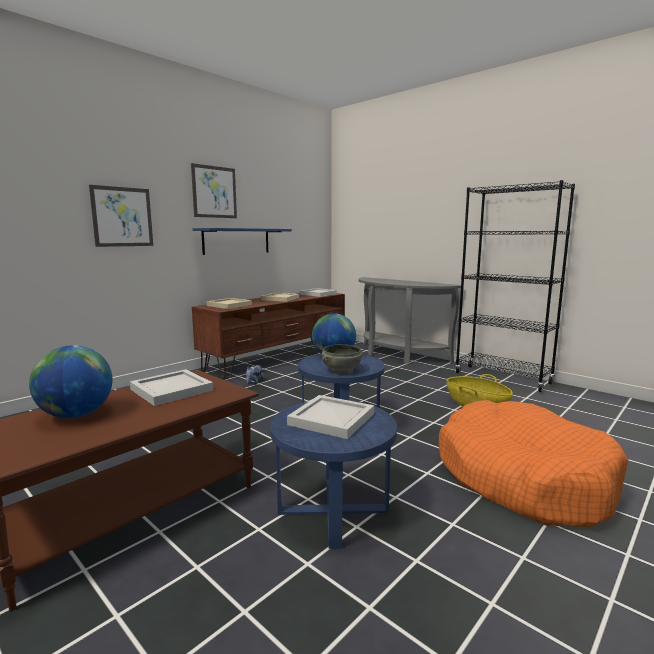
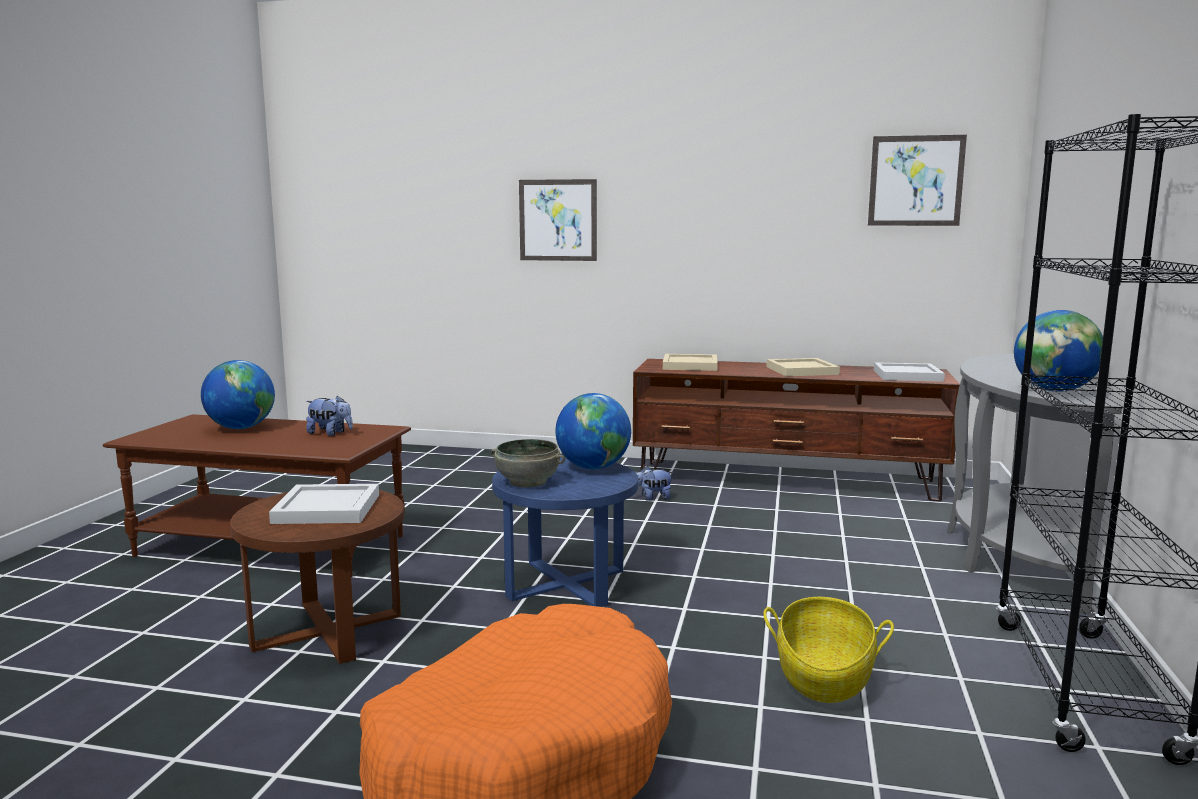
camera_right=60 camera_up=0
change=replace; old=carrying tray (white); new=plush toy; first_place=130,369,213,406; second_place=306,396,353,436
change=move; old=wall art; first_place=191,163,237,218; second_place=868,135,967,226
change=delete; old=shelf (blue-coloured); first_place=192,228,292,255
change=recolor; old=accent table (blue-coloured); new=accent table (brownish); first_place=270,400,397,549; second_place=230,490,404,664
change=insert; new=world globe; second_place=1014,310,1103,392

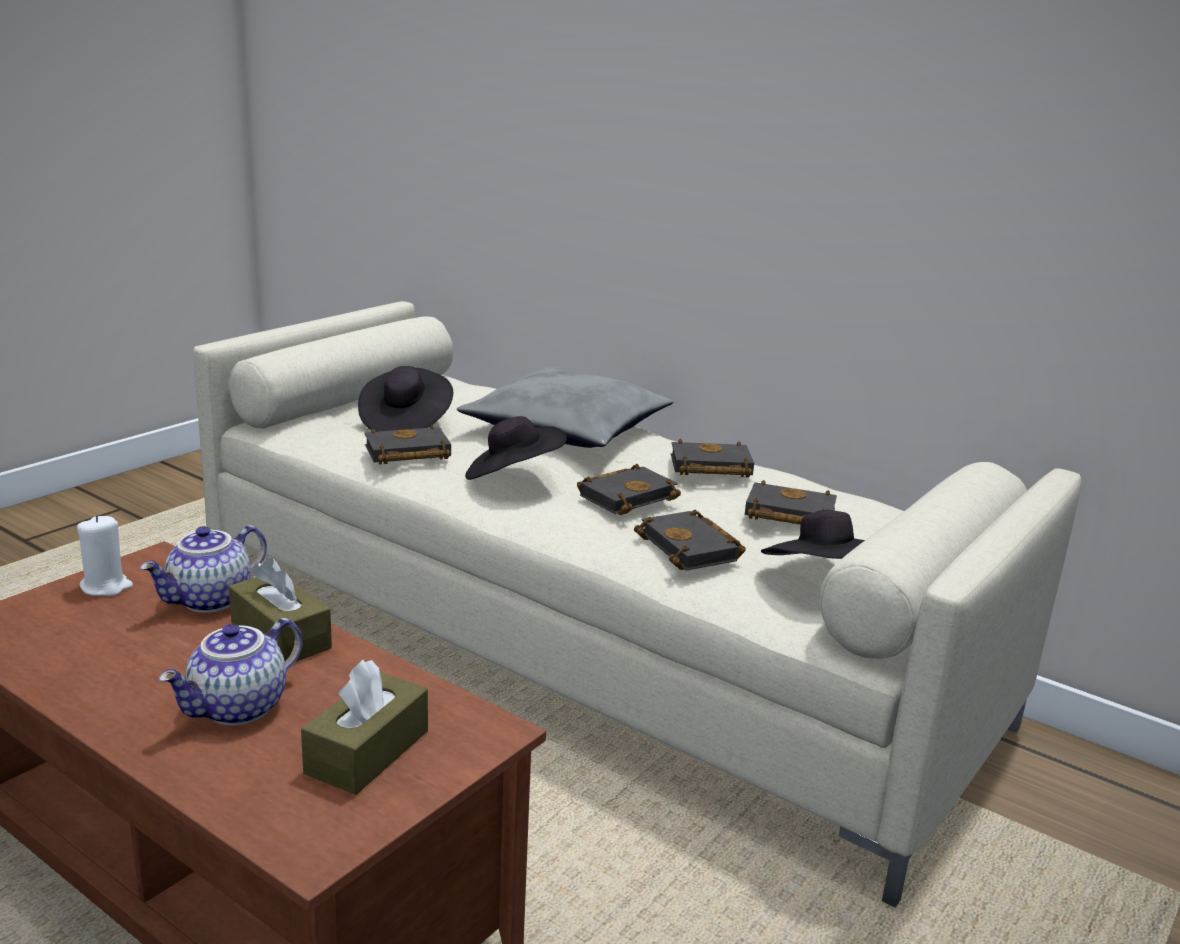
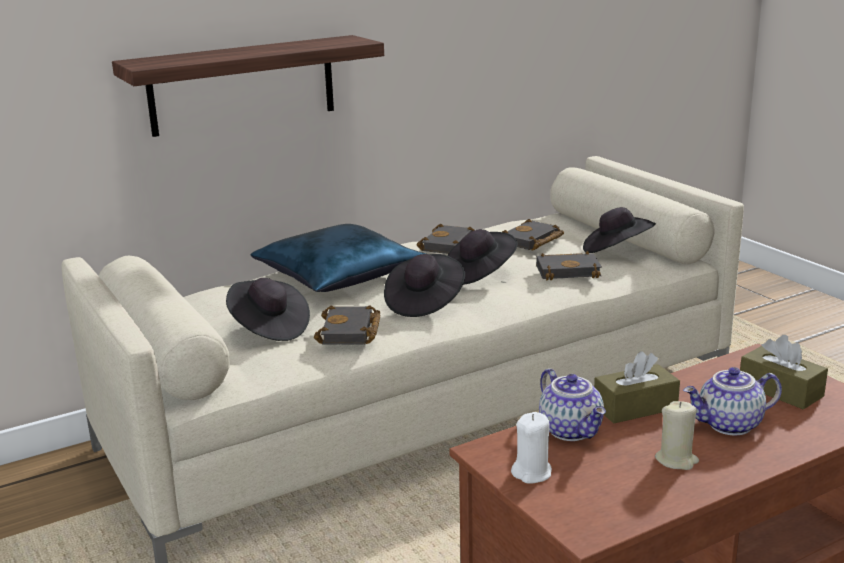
camera_right=-65 camera_up=0
change=rotate; old=teapot; first_place=159,618,303,726; second_place=683,367,782,435; degrees=105
change=recolor; old=pillow (gray); new=pillow (blue-coloured); first_place=457,367,673,448; second_place=251,224,426,292
change=replace; old=book (black); new=clothing hat (black); first_place=577,464,681,515; second_place=447,229,518,285
change=insert; new=shelf; second_place=112,35,384,137
change=insert; new=wax light (beige-coloured); second_place=655,401,699,470

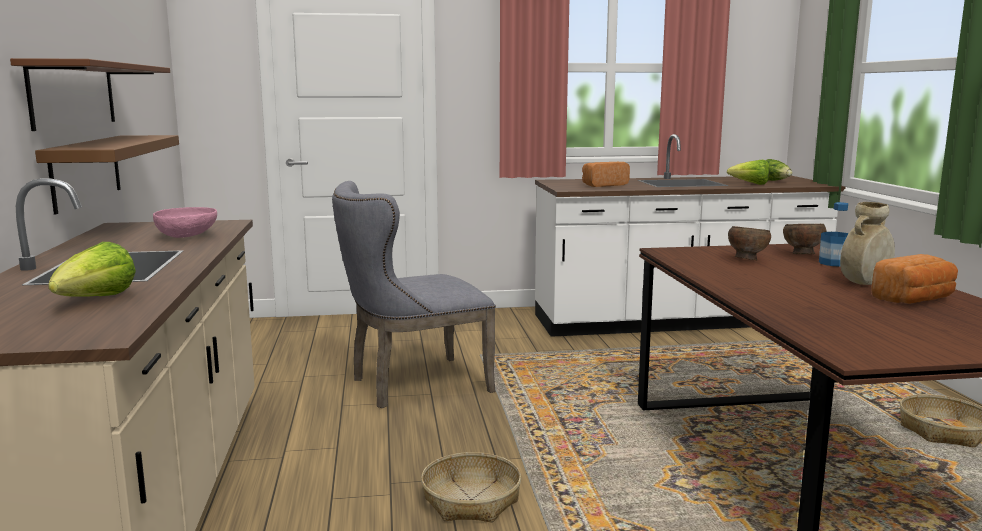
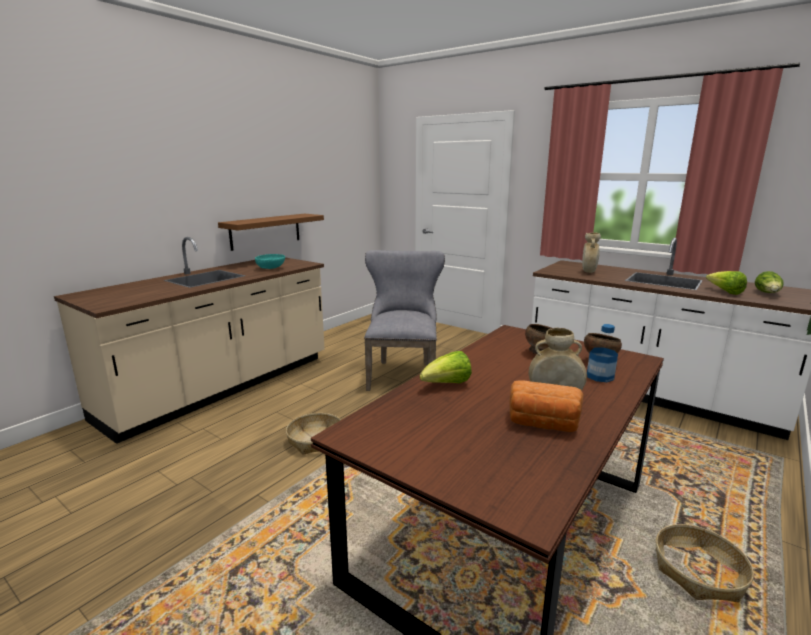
camera_right=45 camera_up=5
change=delete; old=shelf (brownish); first_place=10,58,170,131
change=move; old=lettuce; first_place=48,242,136,297; second_place=420,351,472,383
change=recolor; old=serving bowl (pink); new=serving bowl (blue-green); first_place=153,207,217,238; second_place=255,254,285,269
change=rotate; old=chair (gray); first_place=332,181,496,408; second_place=364,250,445,391; degrees=75
change=replace; old=bakery bread; new=decorative vase (beige-coloured); first_place=582,162,630,187; second_place=582,232,601,273

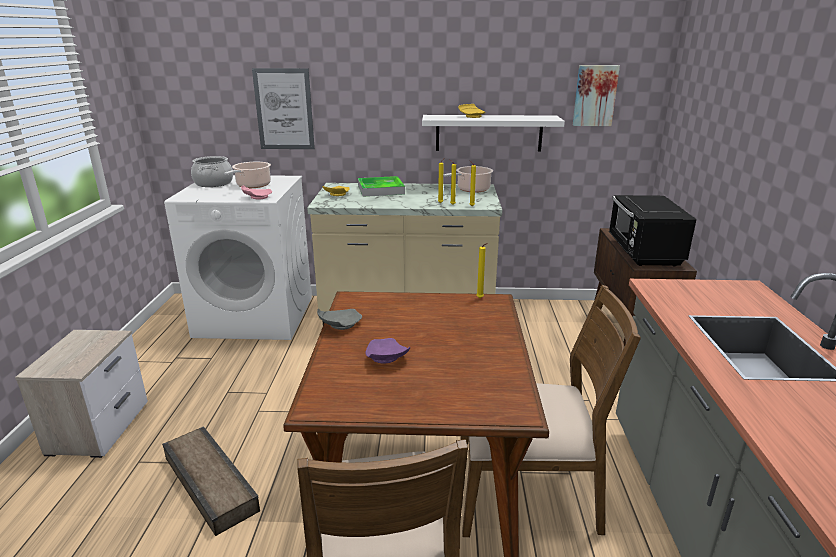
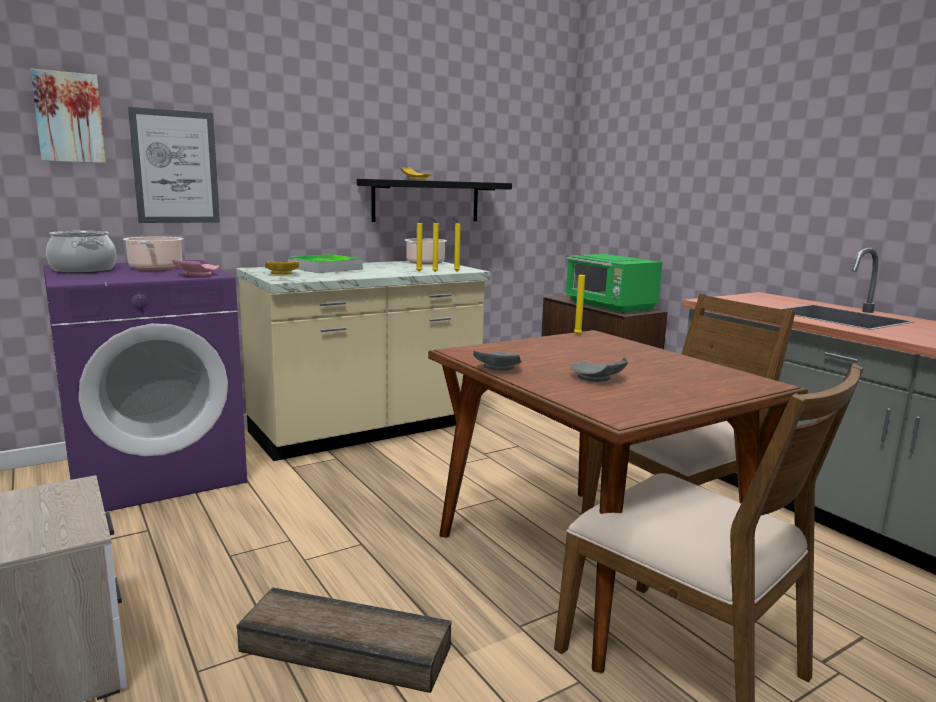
camera_right=-35 camera_up=-10
change=recolor; old=laundry machine (white); new=laundry machine (purple-coloured); first_place=164,175,312,340; second_place=43,260,247,512
change=recolor; old=dinner plate (purple-coloured); new=dinner plate (gray); first_place=365,338,410,363; second_place=569,357,628,382
change=recolor; old=shelf (white); new=shelf (black); first_place=422,115,565,152; second_place=357,179,512,222
change=move; old=wall art; first_place=573,65,620,126; second_place=30,69,106,163
change=recolor; old=kitchen microwave (black); new=kitchen microwave (green-coloured); first_place=609,195,696,267; second_place=566,254,662,314

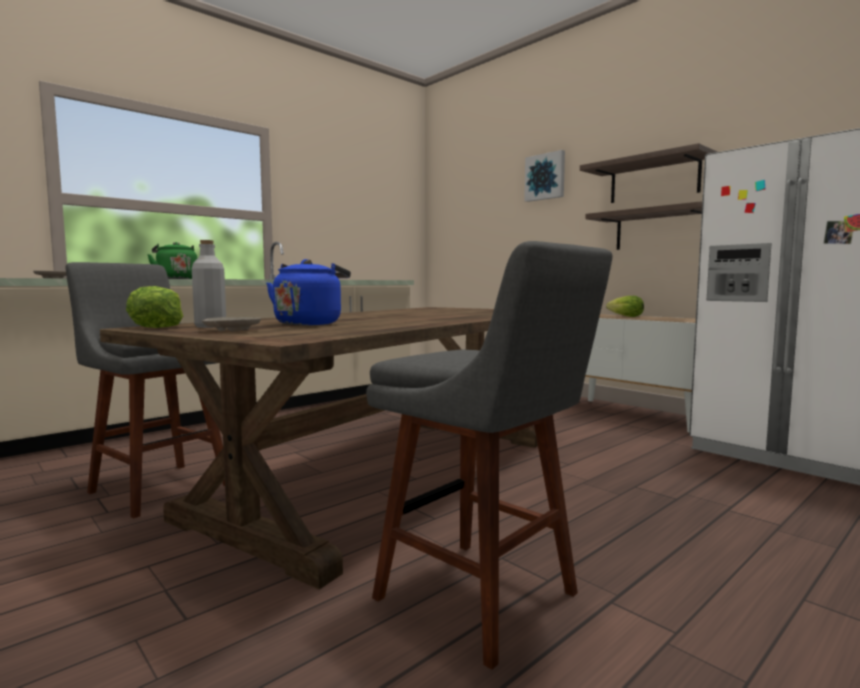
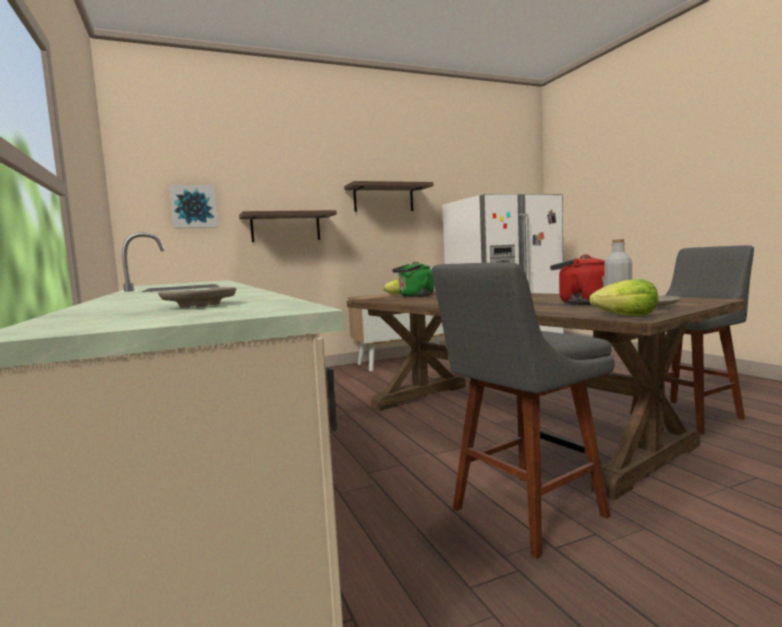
camera_right=-70 camera_up=0
change=move; old=water kettle (green-coloured); first_place=147,242,197,279; second_place=392,262,434,297
change=recolor; old=water kettle (blue-coloured); new=water kettle (reddish); first_place=266,259,351,325; second_place=550,254,605,305
change=move; old=wall art; first_place=524,150,565,202; second_place=169,185,218,228
change=move; old=shelf; first_place=585,201,702,250; second_place=239,210,337,242

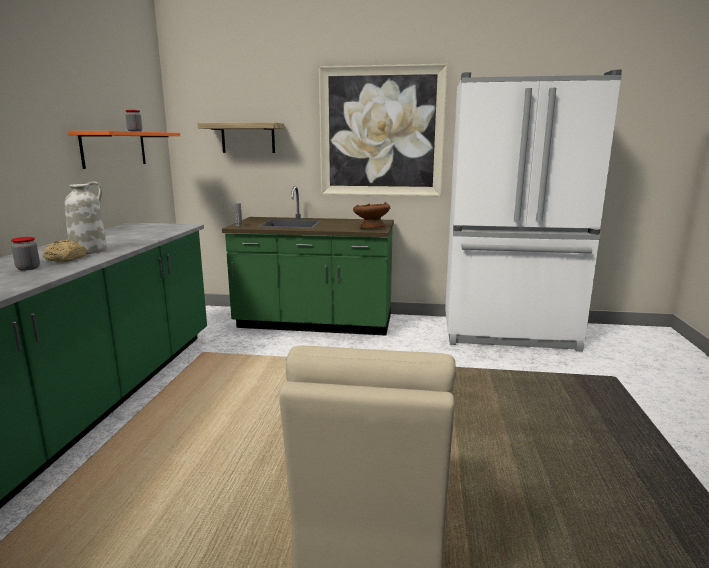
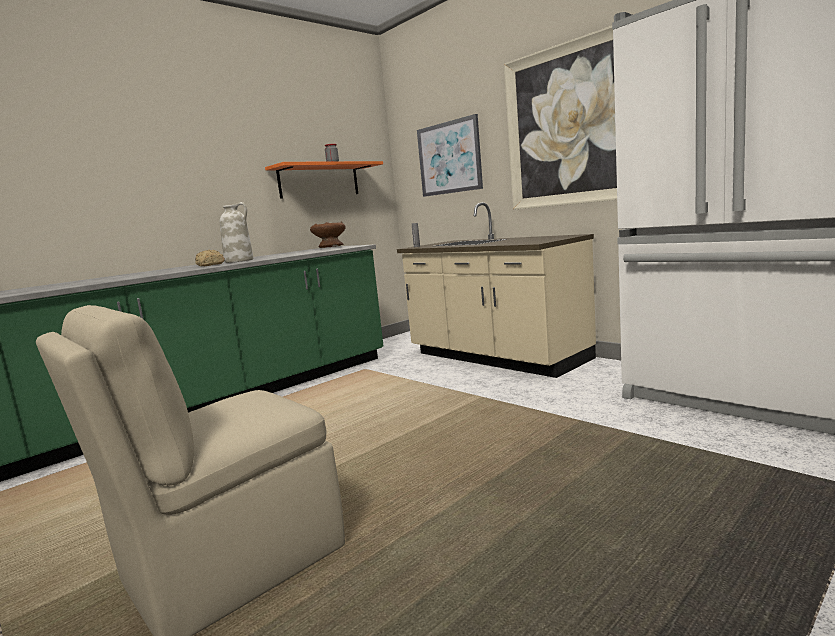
camera_right=40 camera_up=-5
change=delete; old=preserve jar; first_place=11,237,40,270
change=replace; old=shelf; new=wall art; first_place=197,122,284,153; second_place=417,114,483,197
change=recolor; old=kitchen counter (green-coloured); new=kitchen counter (beige-coloured); first_place=222,186,394,336; second_place=397,202,596,378
change=move; old=serving bowl (brownish); first_place=353,202,390,228; second_place=310,221,346,248

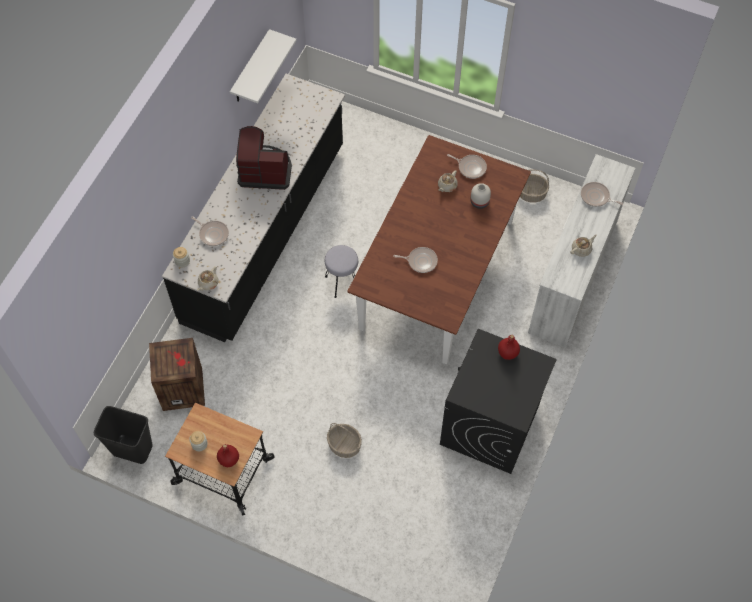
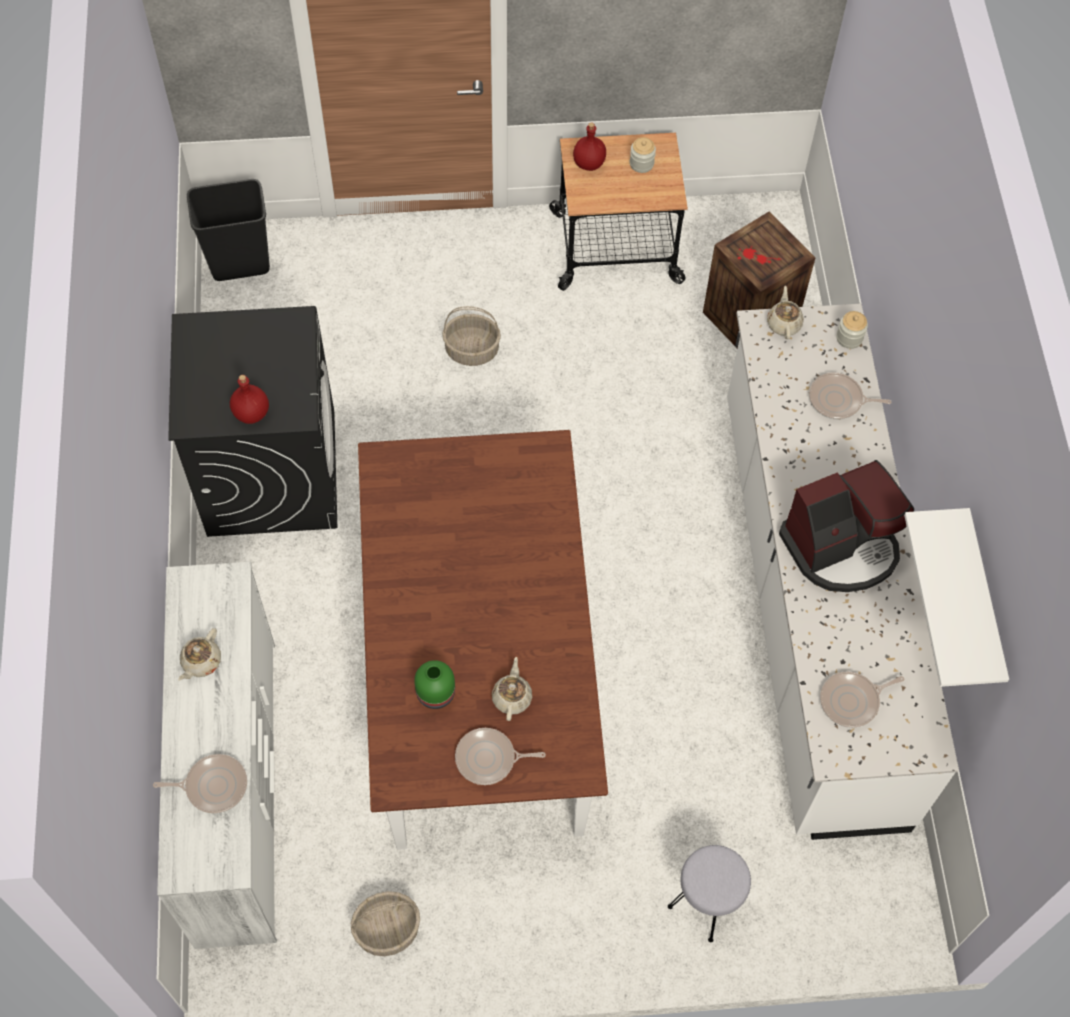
camera_right=150 camera_up=0
change=move; old=waste bin (black); first_place=94,406,152,464; second_place=187,179,270,281
change=recolor; old=kitchen counter (black); new=kitchen counter (white); first_place=162,74,345,342; second_place=727,304,959,840
change=move; old=stool (gray); first_place=325,245,358,298; second_place=668,845,751,942
change=move; old=skillet; first_place=393,247,438,273; second_place=820,671,905,728
change=recolor; old=decorative vase (white); new=decorative vase (green-coloured); first_place=470,183,491,209; second_place=414,660,455,709

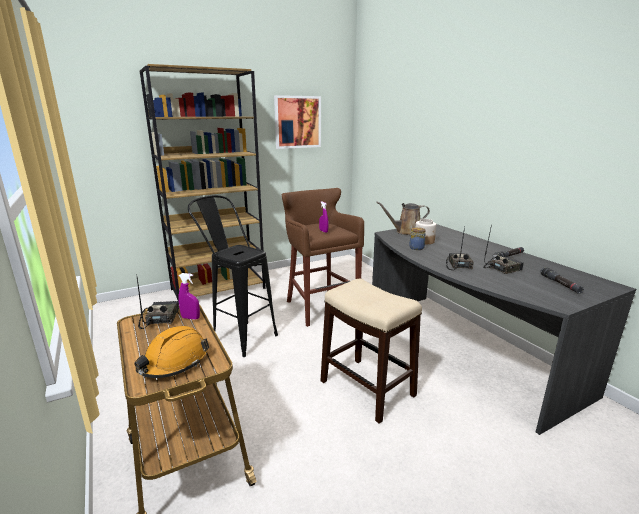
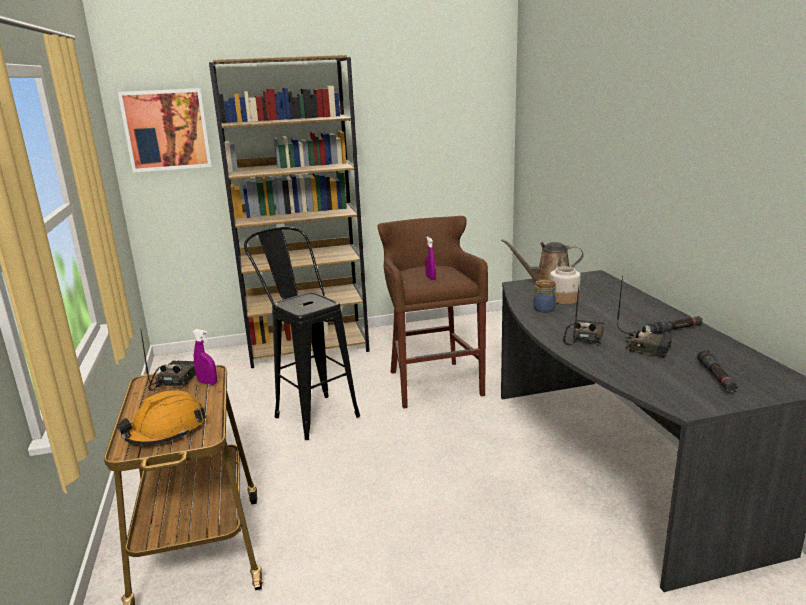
camera_right=15 camera_up=0
change=move; old=wall art; first_place=274,95,321,149; second_place=118,88,212,172
change=delete; old=stool; first_place=320,278,422,424
change=rotate; old=radio set; first_place=483,225,524,274; second_place=617,276,672,358; degrees=45

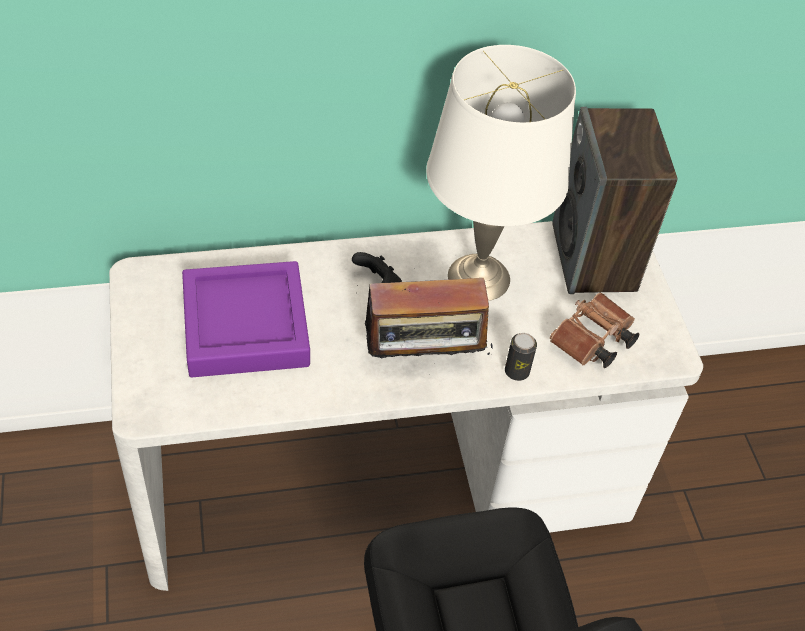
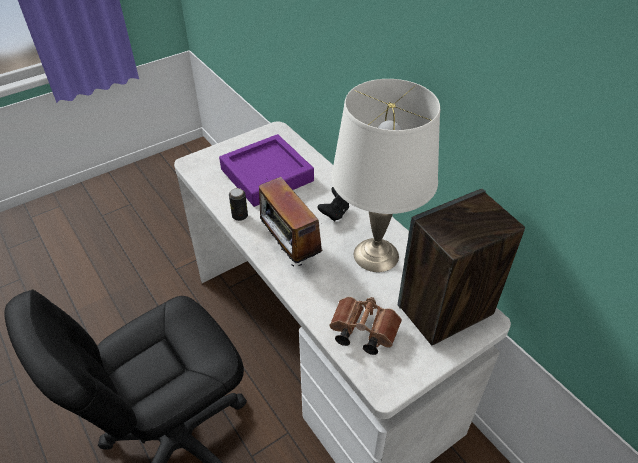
camera_right=70 camera_up=-5
change=move; old=sealed can; first_place=505,333,537,381; second_place=229,188,248,221

